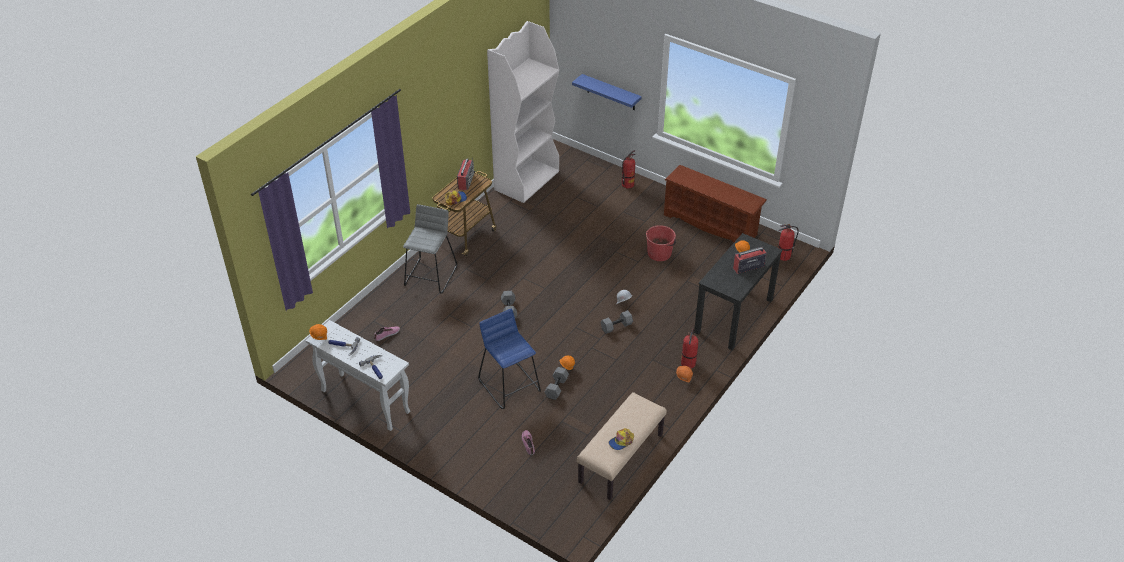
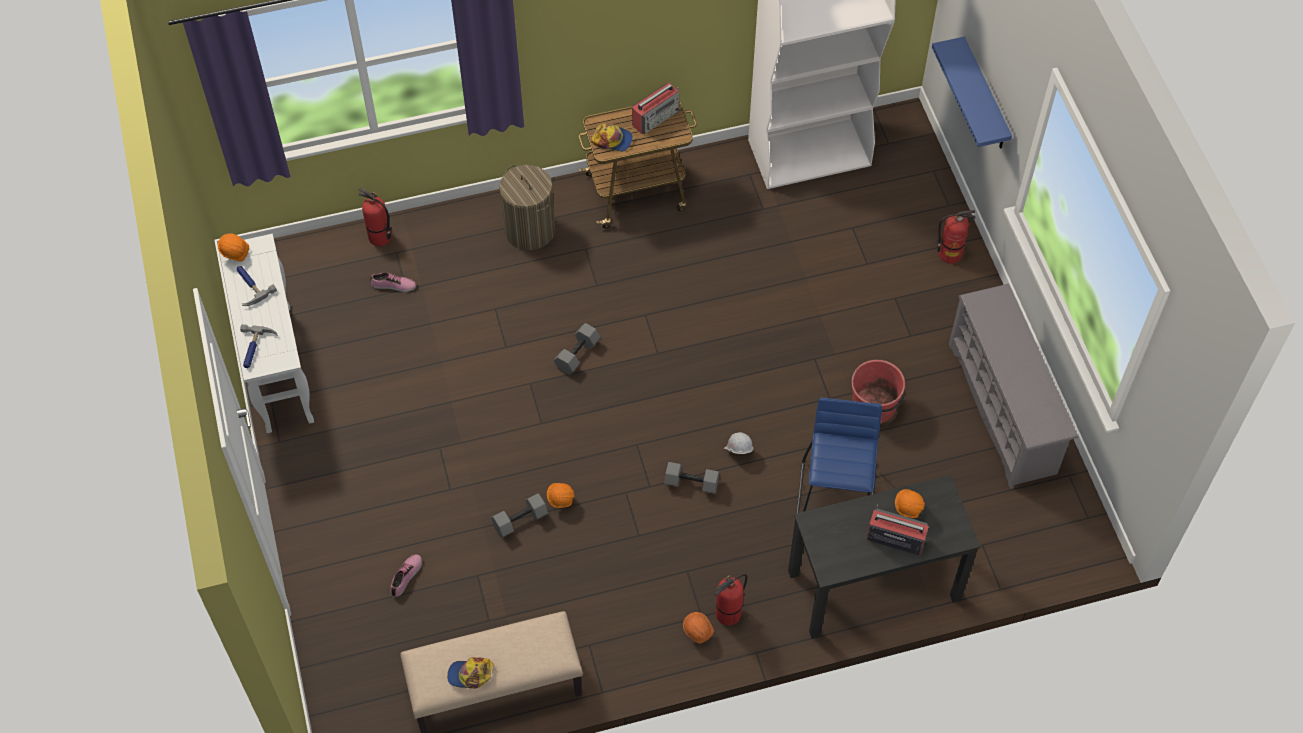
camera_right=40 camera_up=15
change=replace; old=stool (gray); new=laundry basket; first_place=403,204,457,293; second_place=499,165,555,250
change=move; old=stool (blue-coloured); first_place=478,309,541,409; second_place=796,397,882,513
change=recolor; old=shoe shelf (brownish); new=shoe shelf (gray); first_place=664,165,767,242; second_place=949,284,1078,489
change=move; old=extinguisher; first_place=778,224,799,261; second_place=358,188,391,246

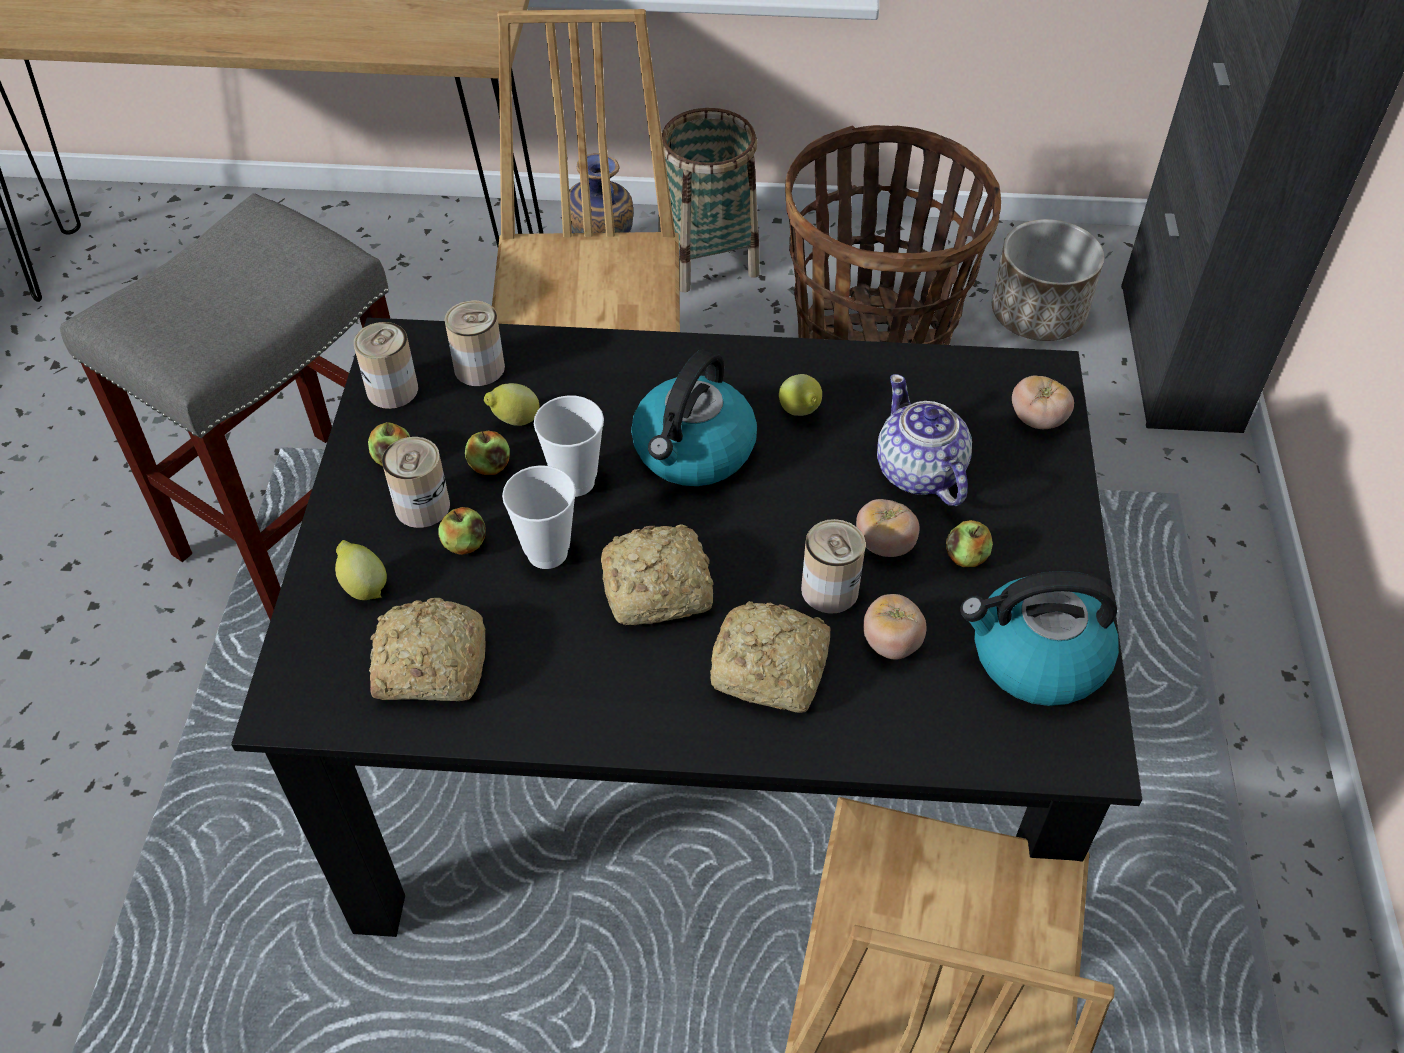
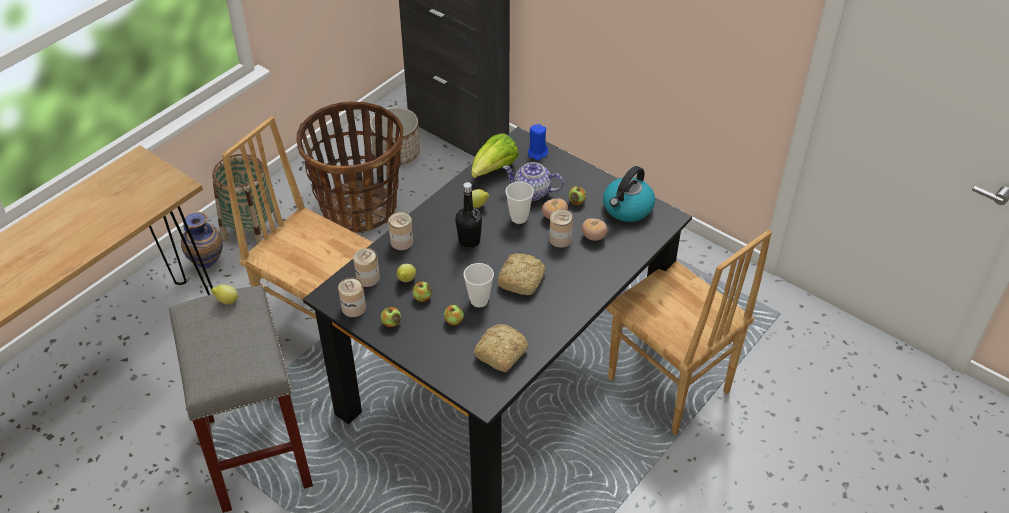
camera_right=-55 camera_up=-5
change=move; old=lemon; first_place=335,540,387,600; second_place=211,285,238,304
change=move; old=sealed can; first_place=382,437,450,528; second_place=388,212,413,250
change=move; old=cup; first_place=534,395,604,497; second_place=505,182,534,224
change=replace; old=water kettle; new=beverage bottle (black); first_place=631,349,757,486; second_place=455,182,482,248
change=delete; old=bakery bread; first_place=710,601,831,713
change=replace; old=fresh tomato; new=wax light (blue-coloured); first_place=1012,376,1074,429; second_place=528,124,548,160
change=insert; new=lettuce; second_place=471,133,519,178

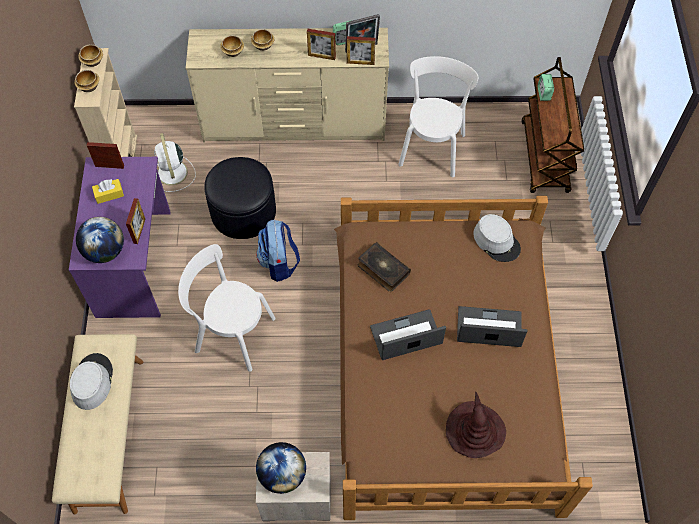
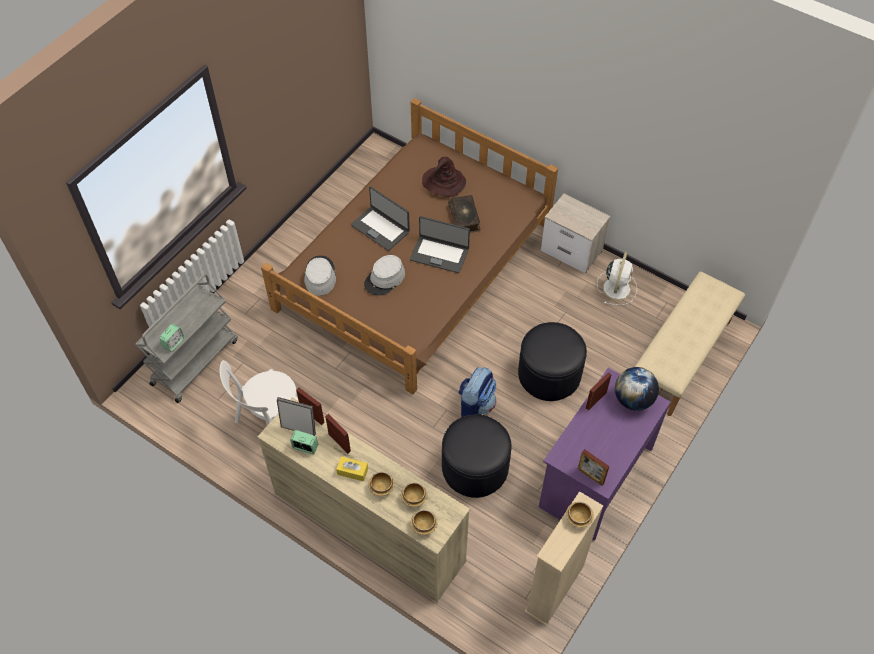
camera_right=-145 camera_up=-5
change=move; old=clothing hat (gray); first_place=70,353,113,410; second_place=364,255,405,295
change=move; old=serving bowl; first_place=78,44,103,67; second_place=411,510,438,535
change=move; old=tissue holder (yellowish); first_place=92,179,124,204; second_place=336,456,368,481
change=move; old=fan (white); first_place=154,133,196,192; second_place=597,252,637,305
change=replace; old=chair (white); new=ottoman (black); first_place=178,244,275,372; second_place=518,322,587,401
change=delete; old=world globe; first_place=256,442,306,494
change=move; old=book; first_place=357,242,411,292; second_place=448,195,481,233
change=recolor; old=wheeled cart (brownish); new=wheeled cart (gray); first_place=521,57,584,193; second_place=135,274,238,403

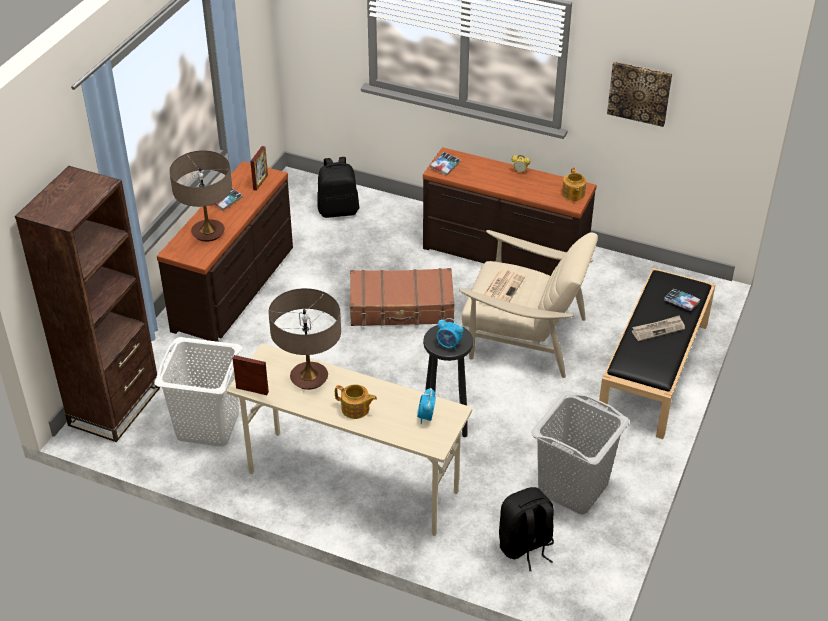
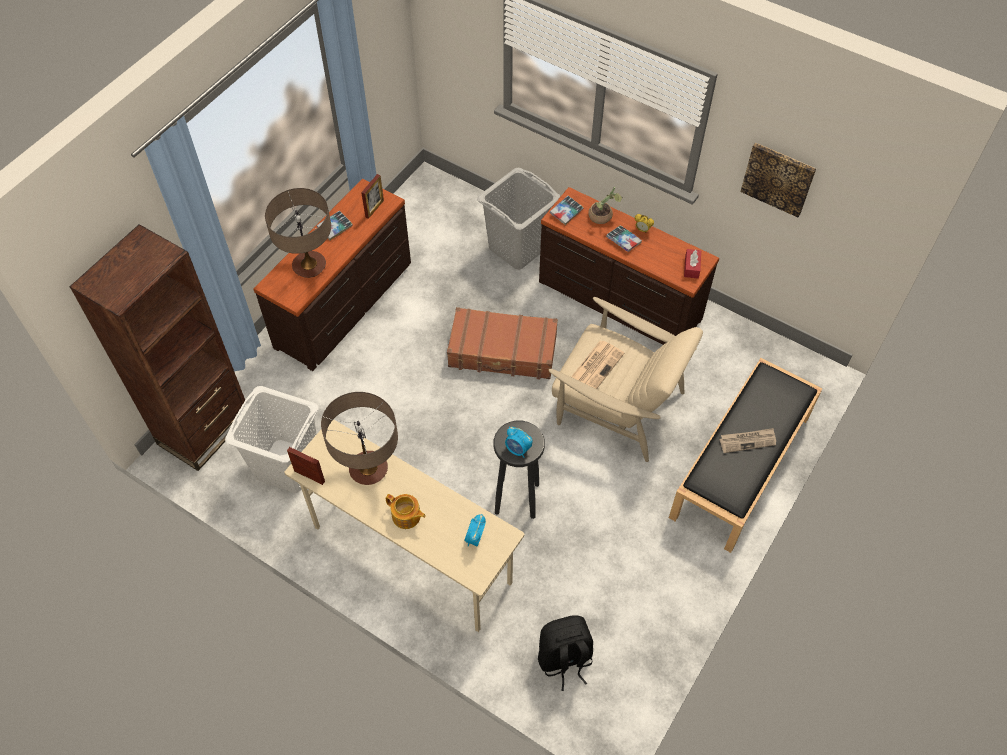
camera_right=10 camera_up=15
change=delete; old=backpack (black); first_place=317,157,359,218
change=move; old=laundry basket (gray); first_place=531,391,629,515; second_place=477,168,560,270
change=replace; old=teapot; new=tissue holder (reddish); first_place=562,168,586,201; second_place=684,249,701,279
change=move; old=book; first_place=664,289,700,311; second_place=606,225,642,252
change=insert; new=potted plant; second_place=588,187,622,224

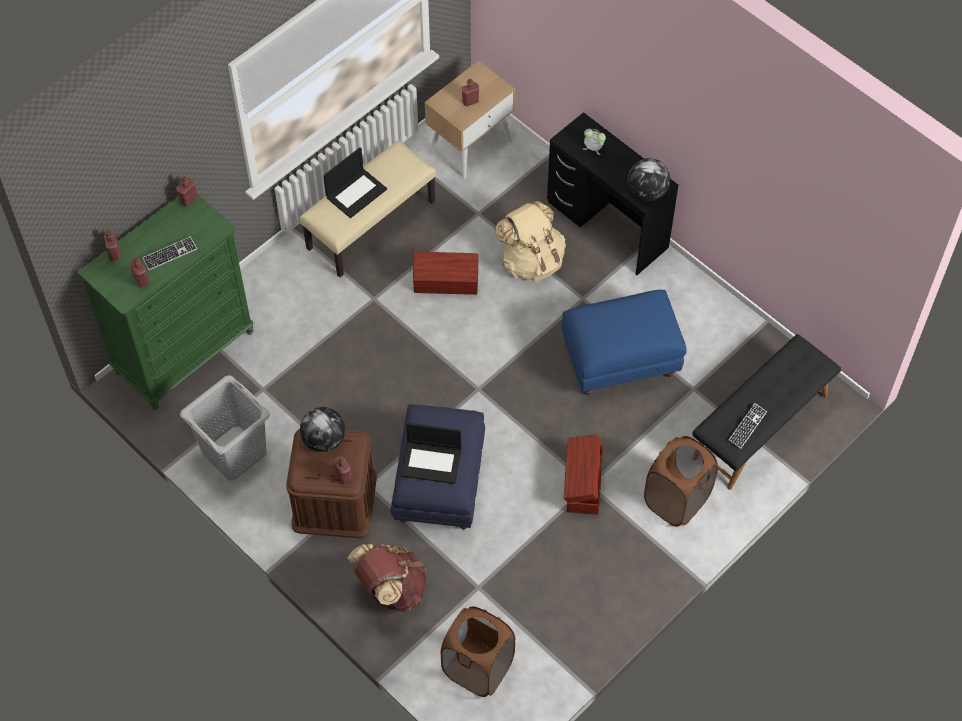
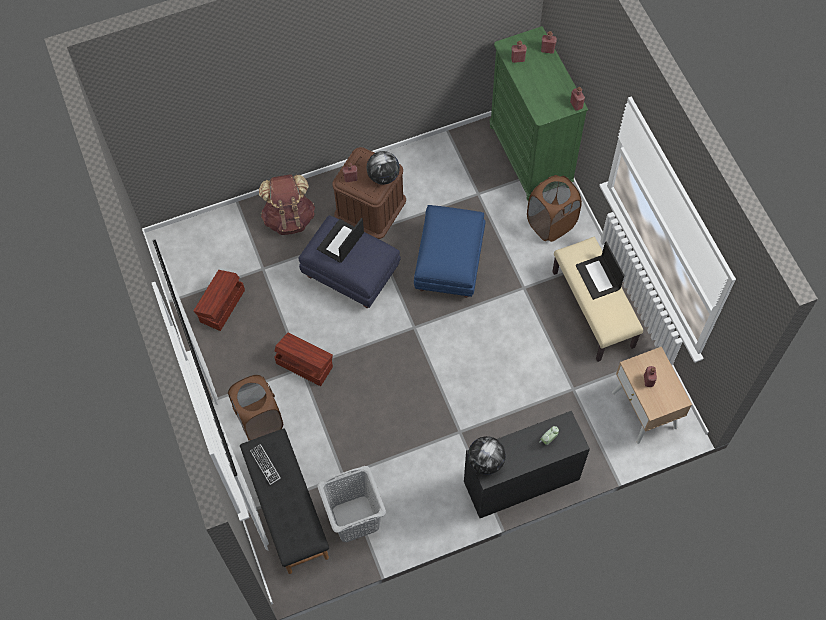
camera_right=115 camera_up=5
change=delete; old=keyboard; first_place=142,236,197,270
change=move; old=laundry basket (gray); first_place=180,375,270,481; second_place=317,466,386,542
change=move; old=storage container (brownish); first_place=413,252,478,295; second_place=194,270,245,331
change=move; old=laundry basket (brownish); first_place=441,606,515,697; second_place=527,175,582,242
change=delete; old=backpack (beige-coloured); first_place=496,201,566,282
change=move; old=ottoman (blue-coloured); first_place=561,290,687,395; second_place=414,205,486,298

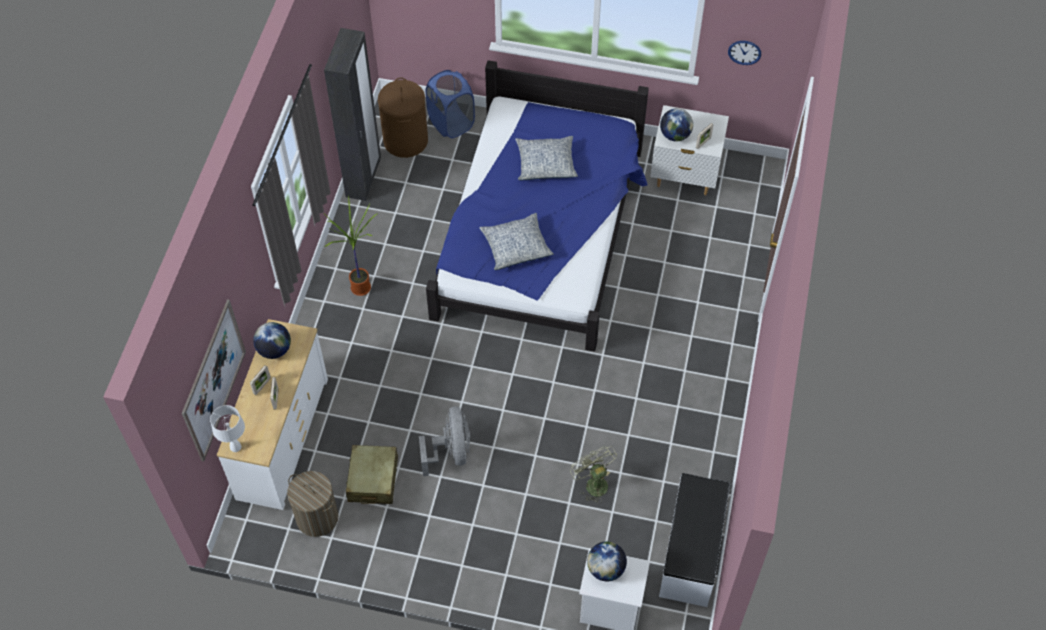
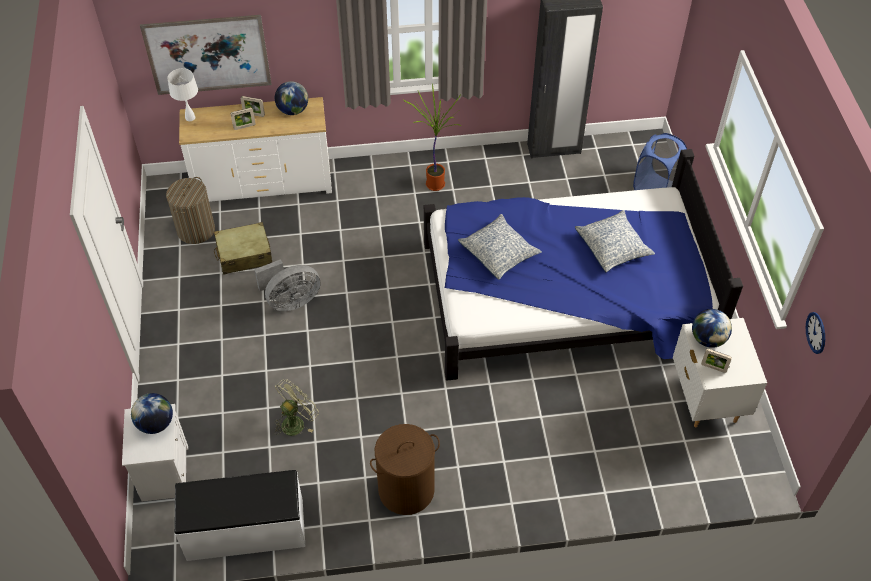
camera_right=70 camera_up=-5
change=move; old=laundry basket (brownish); first_place=378,77,428,158; second_place=370,424,440,515

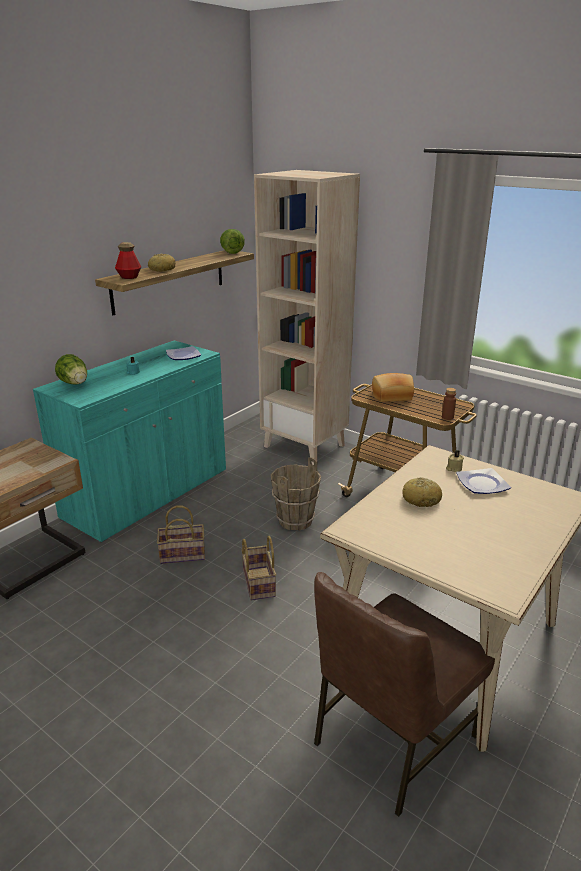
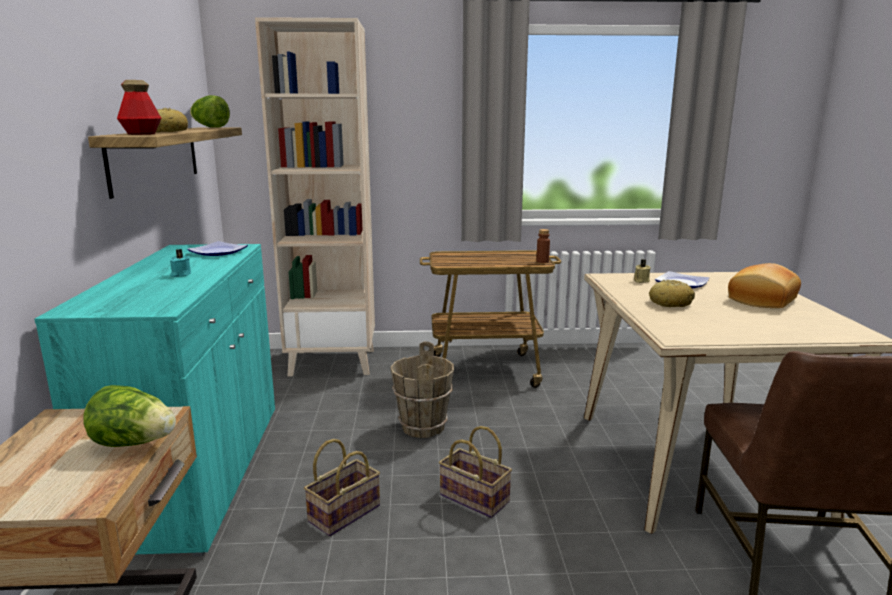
camera_right=-40 camera_up=-10
change=move; old=lettuce; first_place=55,354,87,384; second_place=83,385,176,447
change=move; old=bakery bread; first_place=372,373,414,402; second_place=728,263,801,308

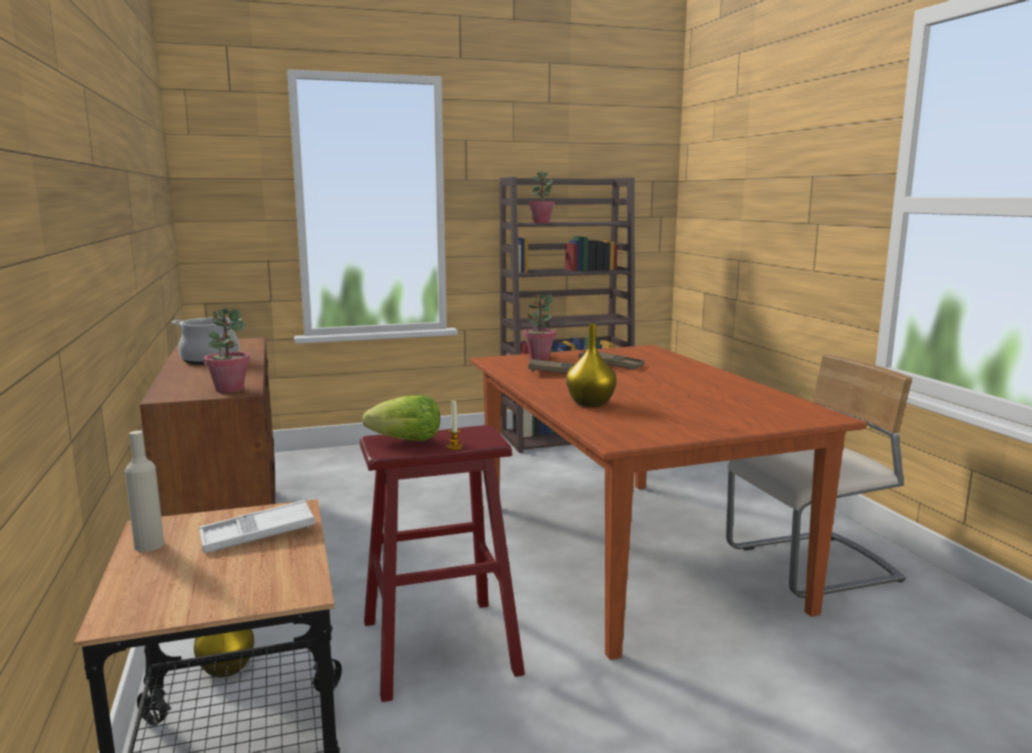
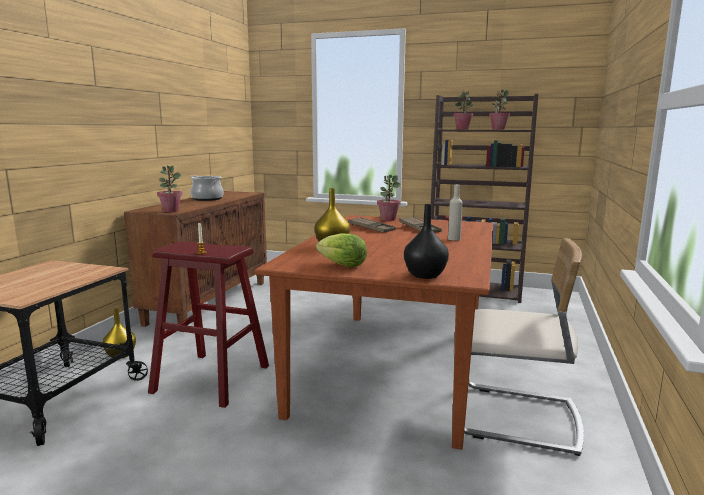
camera_right=35 camera_up=0
change=move; old=beverage bottle (beige-coloured); first_place=125,431,164,552; second_place=448,185,463,241
change=delete; old=carrying tray (white); first_place=199,500,315,553
change=move; old=lettuce; first_place=362,395,440,441; second_place=316,233,367,267
change=insert; new=decorative vase (black); second_place=404,204,449,279
change=insert; new=potted plant; second_place=489,90,510,130

